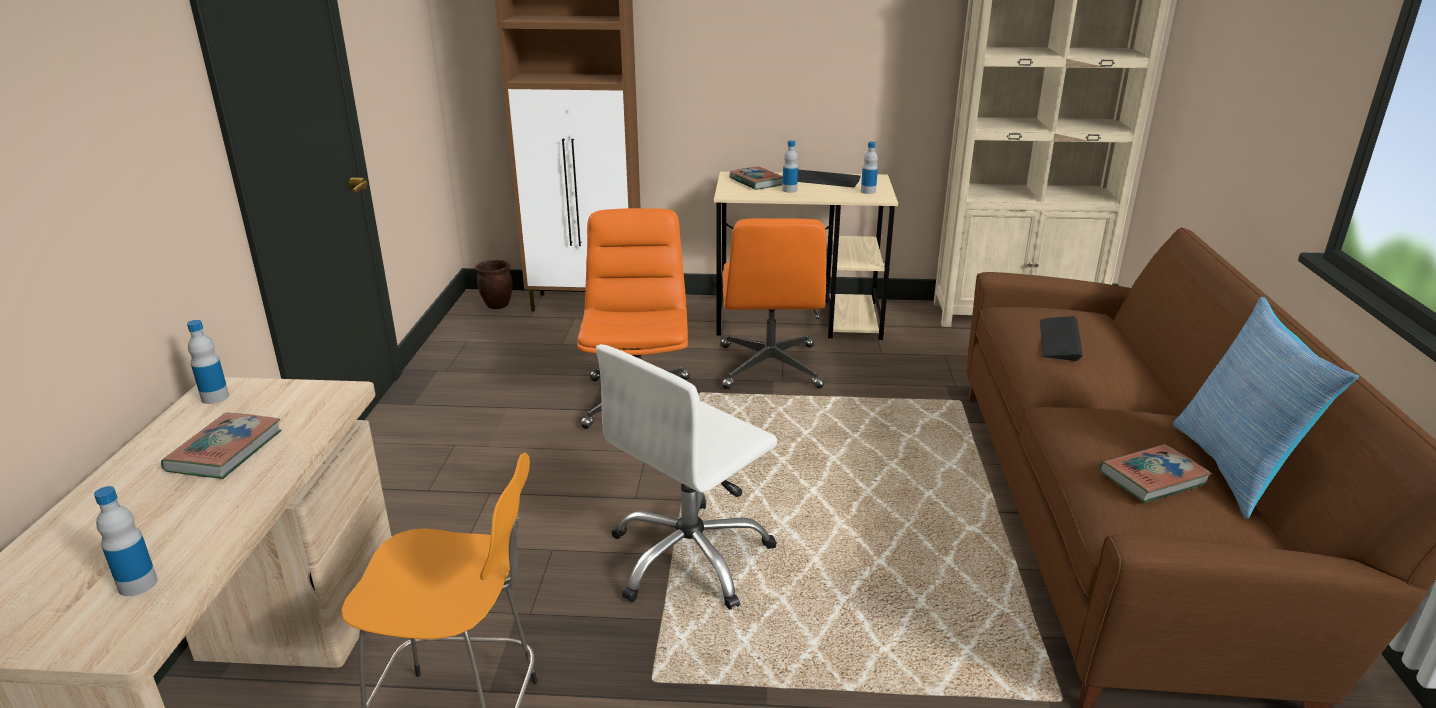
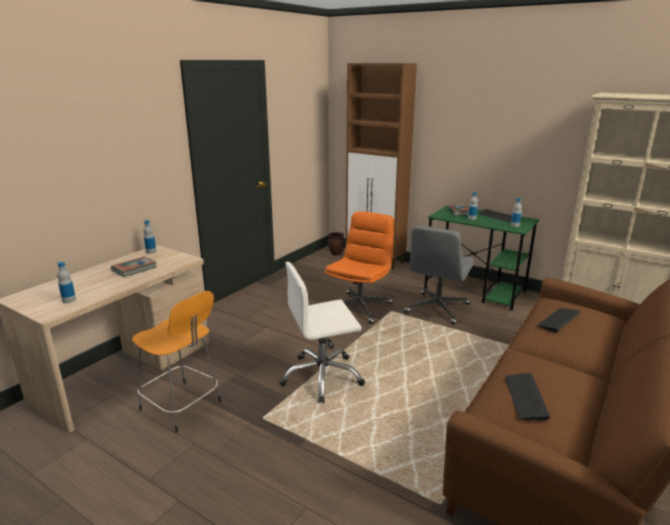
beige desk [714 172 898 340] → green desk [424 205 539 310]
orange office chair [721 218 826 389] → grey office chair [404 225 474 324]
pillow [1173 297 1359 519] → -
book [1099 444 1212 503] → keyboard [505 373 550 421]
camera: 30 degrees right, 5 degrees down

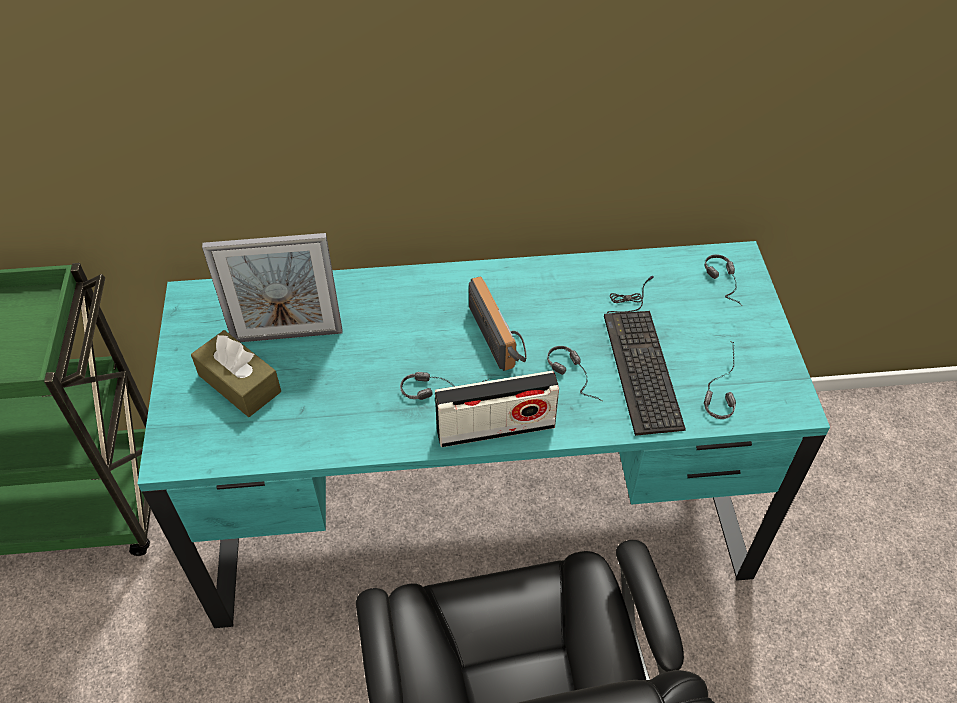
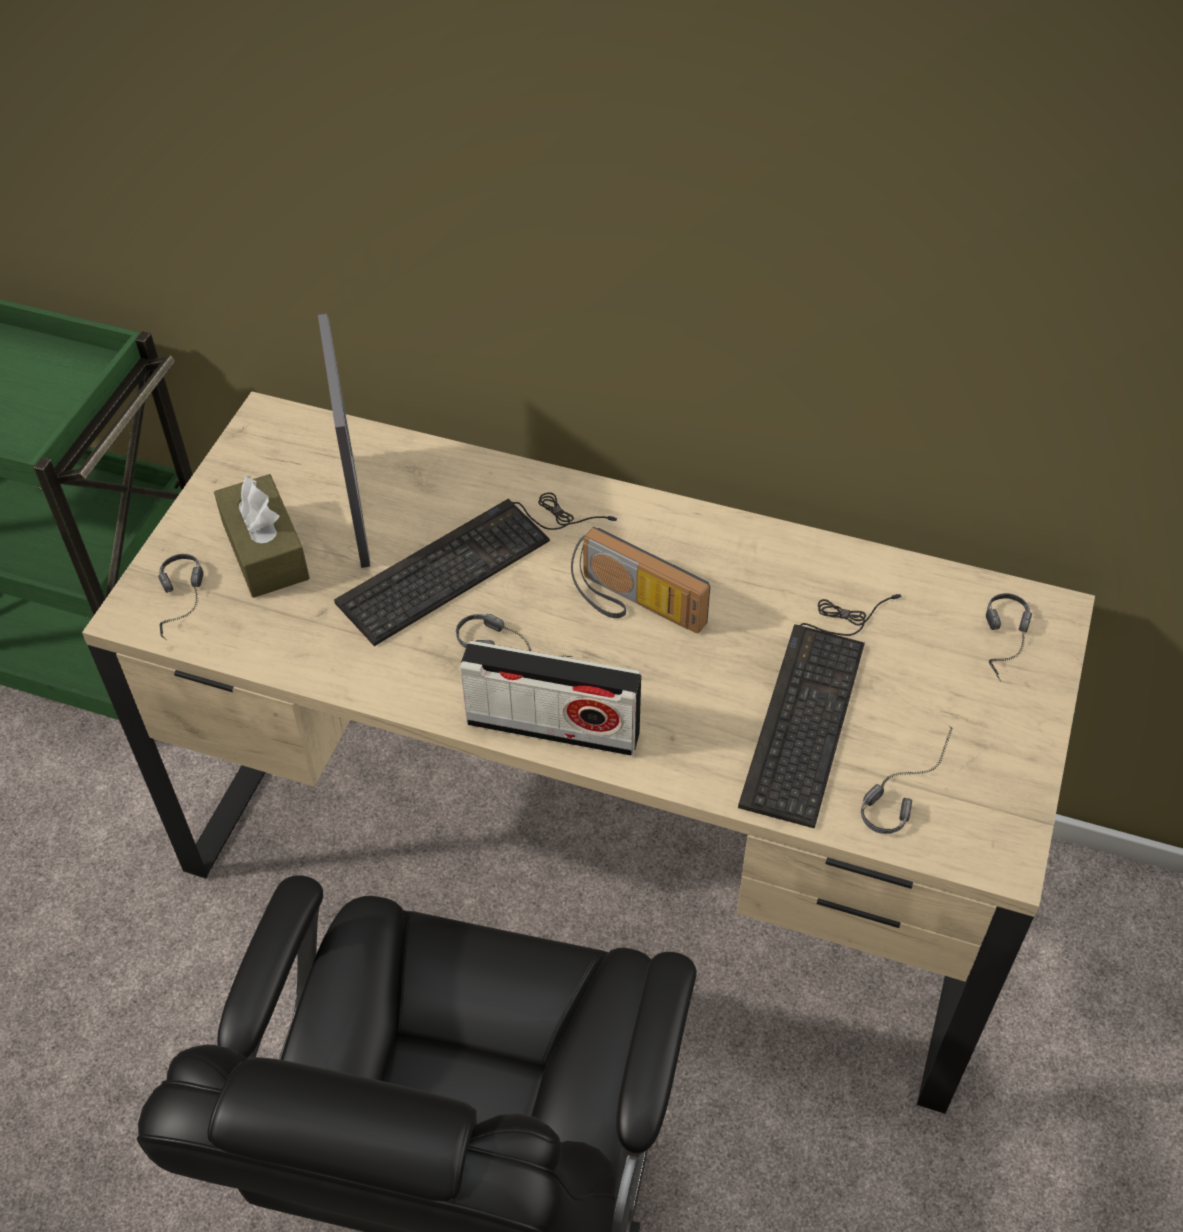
picture frame [202 233 343 342] → picture frame [318 314 370 568], 120 degrees counterclockwise
turquoise desk [137 241 830 628] → beige desk [82 391 1095 1114]
radio [469 277 527 371] → radio [571 527 710 633], 120 degrees clockwise
headphones [547 346 602 401] → headphones [158 554 203 640], move
- → keyboard [334 492 617 646]
camera: 25 degrees right, 0 degrees up

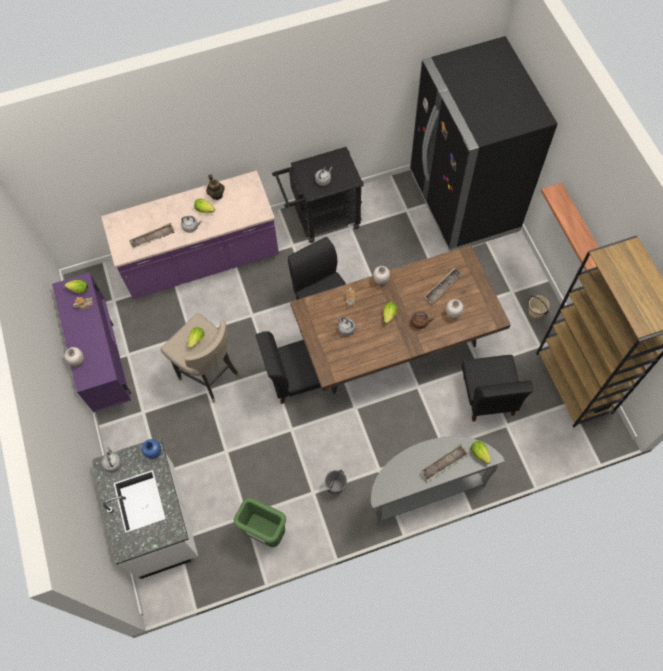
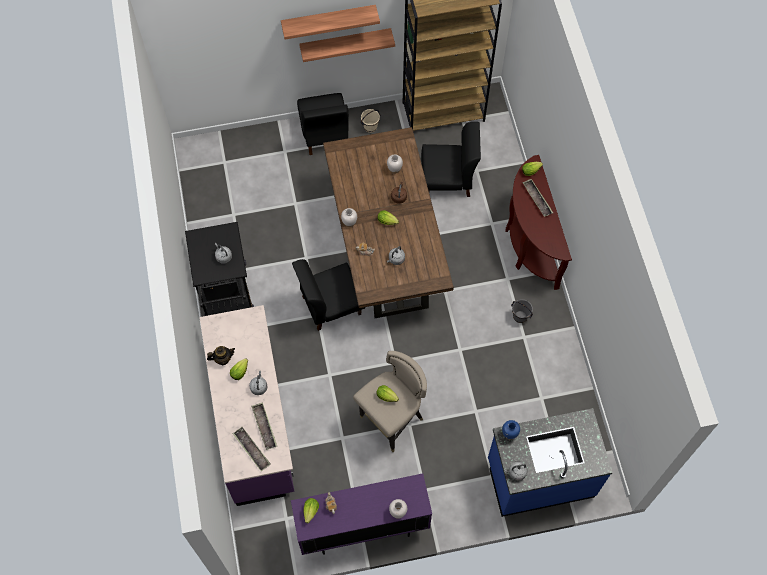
black fridge [410 36 558 252] → -
tray [425 268 463 304] → tray [233 427 271 471], move
black chair [255 331 326 404] → black chair [297 93 349 155], move
grey console table [370 436 505 526] → brown console table [506 155 572 290]
white counter [92 437 198 579] → blue counter [488 408 613 517]
green trash can [234 498 286 547] → -
- → shelf [281 5 380 40]
camera: 85 degrees left, 0 degrees up

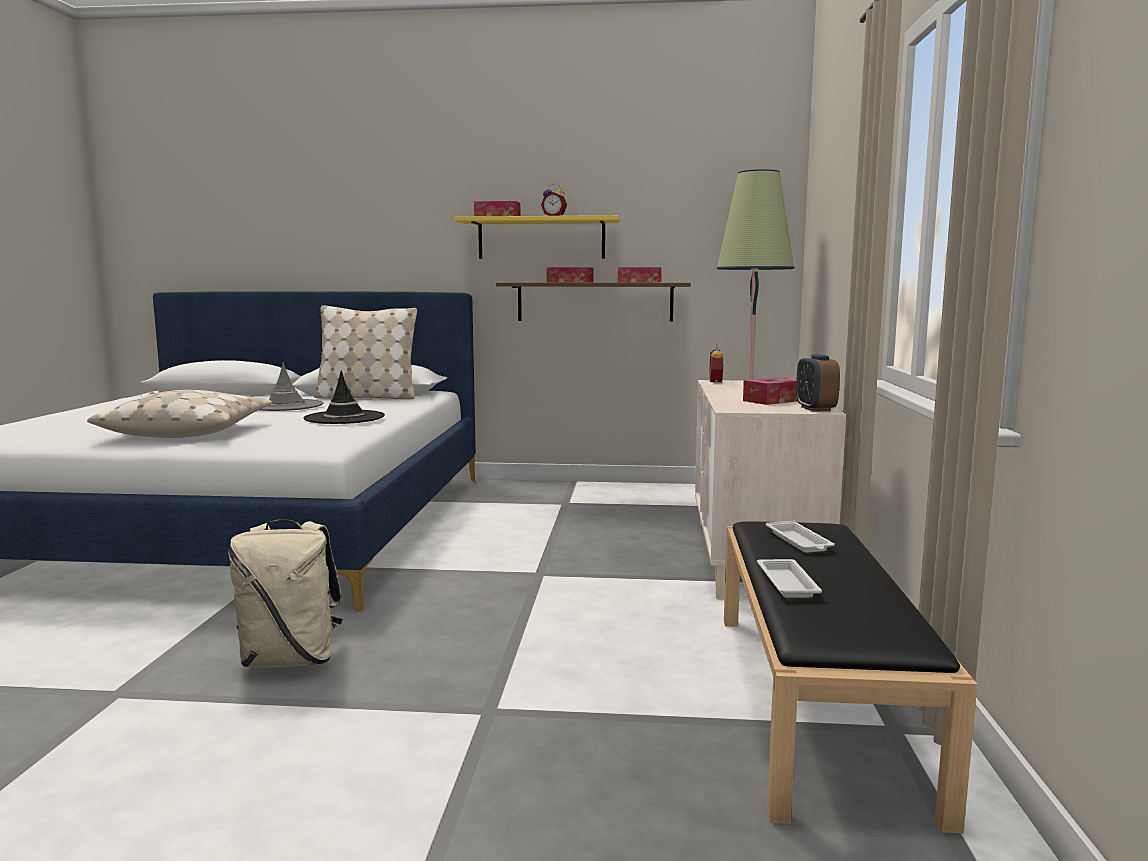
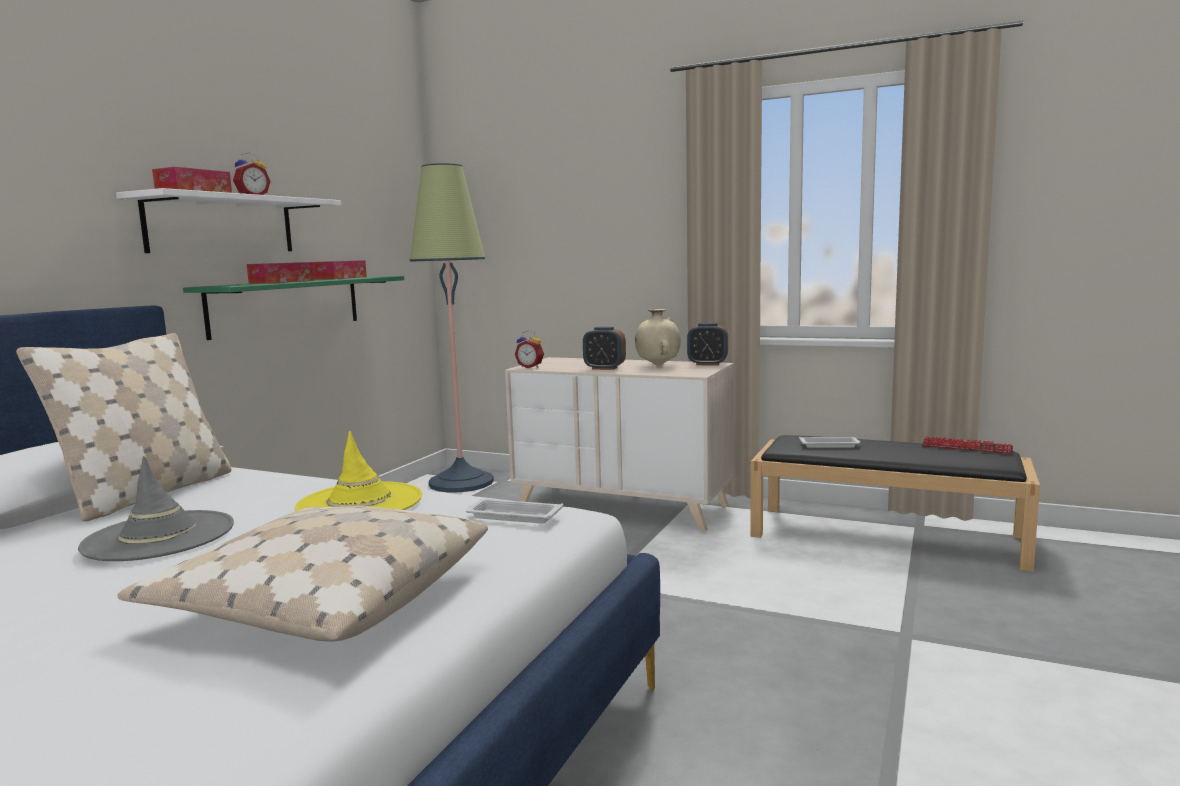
yellow shelf [455 215 620 259] → white shelf [116 188 341 253]
brown shelf [496 283 691 322] → green shelf [183 276 404 340]
black hat [304 371 385 424] → yellow hat [295 431 422 511]
tissue box [743 377 798 405] → beige vase [635 309 681 366]
beige backpack [229 519 343 668] → -
white tray [757 559 822 598] → white tray [466 499 563 523], move
- → alarm clock [583 327 626 370]
- → keyboard [922 436 1013 454]
camera: 70 degrees left, 0 degrees up

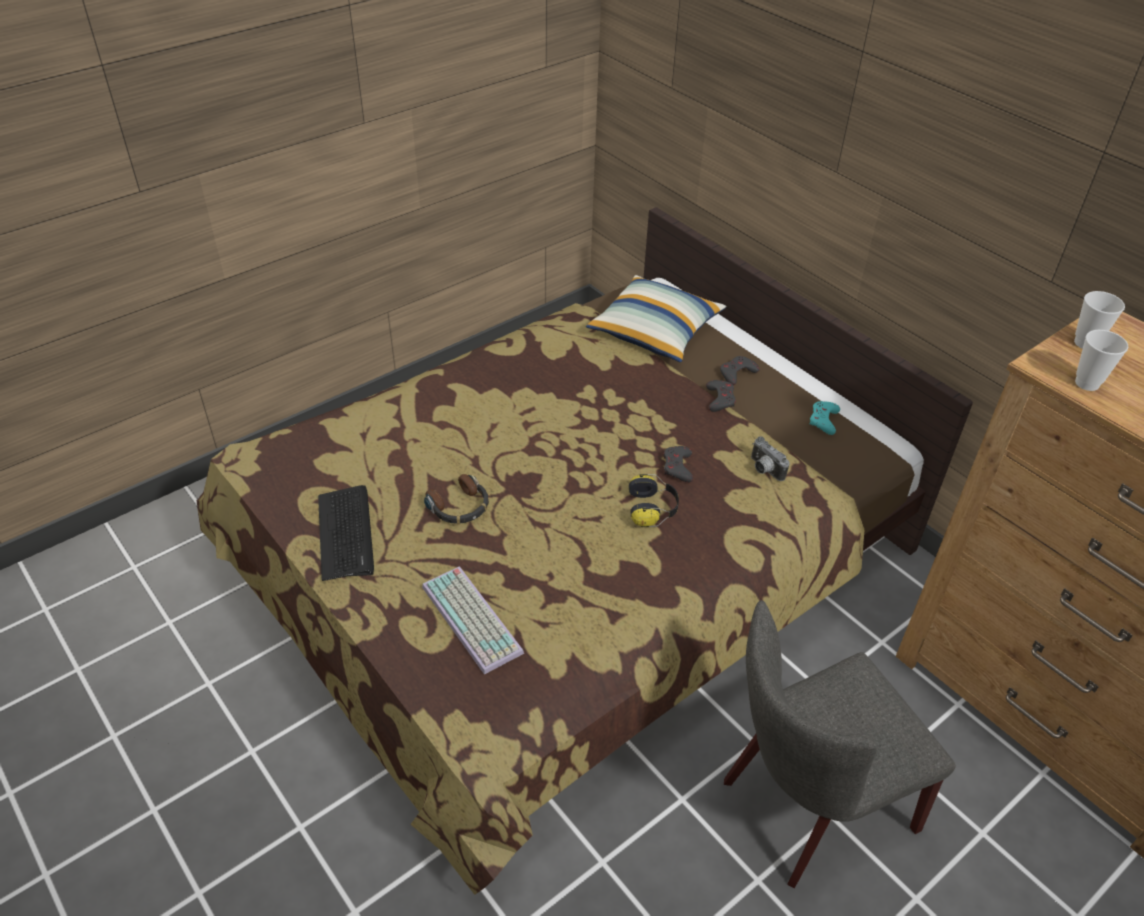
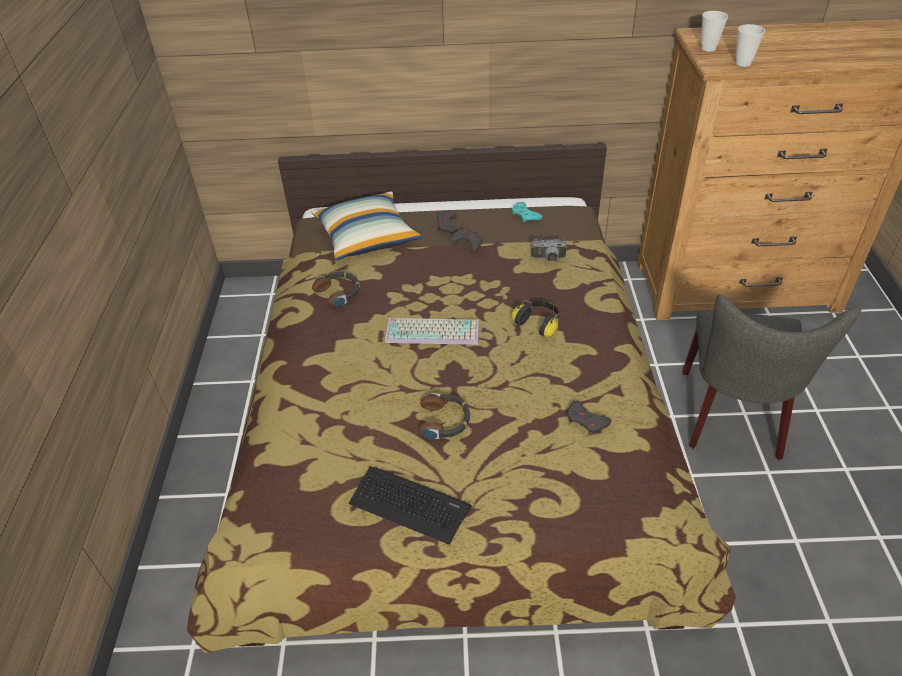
grey game controller [664 446 693 482] → grey game controller [567 401 611 434], move
keyboard [422 566 524 675] → keyboard [385 318 479 345], move
- → headphones [312 272 360 307]
camera: 50 degrees left, 0 degrees up

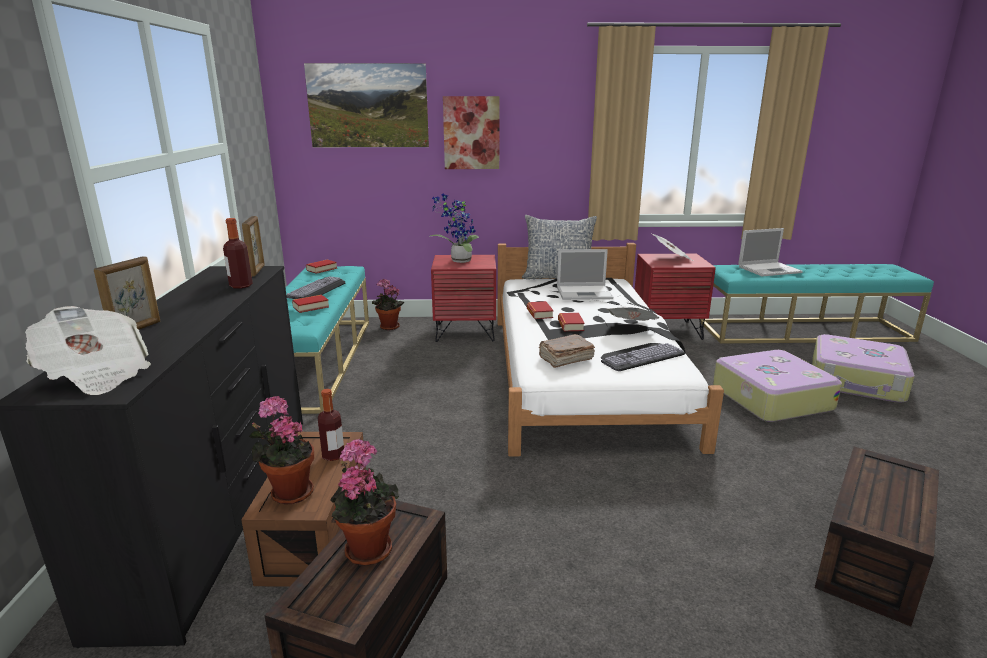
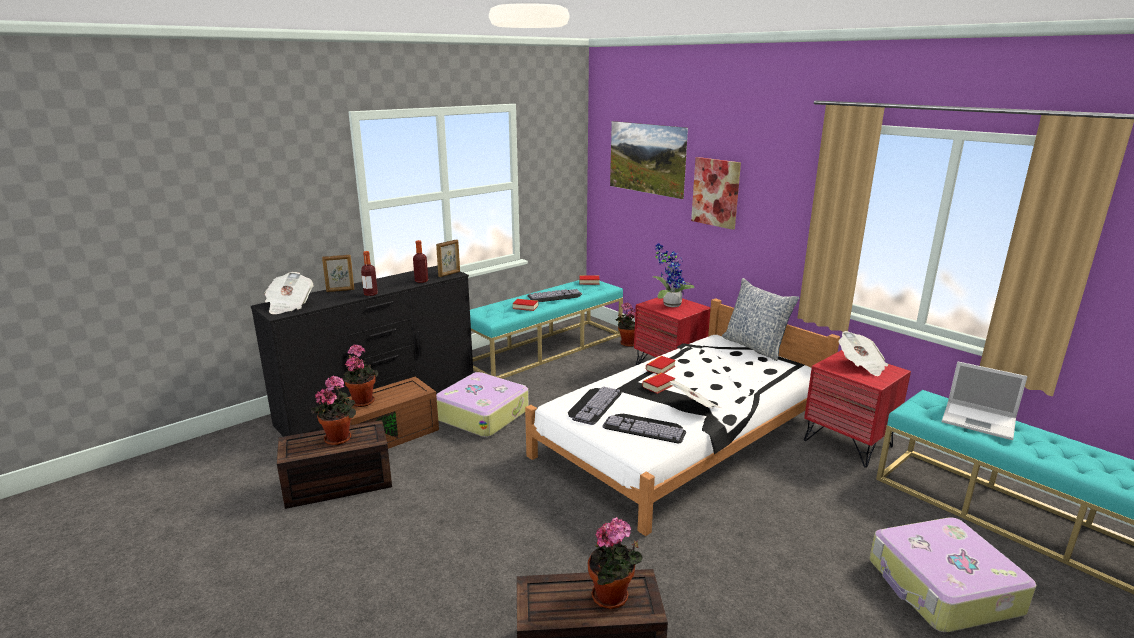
laptop [557 249 613 300] → -
brown book [539 334 595 368] → keyboard [568 386 622 425]
suitcase [713 350 842 422] → suitcase [436 372 529 437], move
bottle [318 389 344 461] → bottle [361 251 378 296], move
- → potted plant [588 517 643 609]
camera: 50 degrees right, 0 degrees up

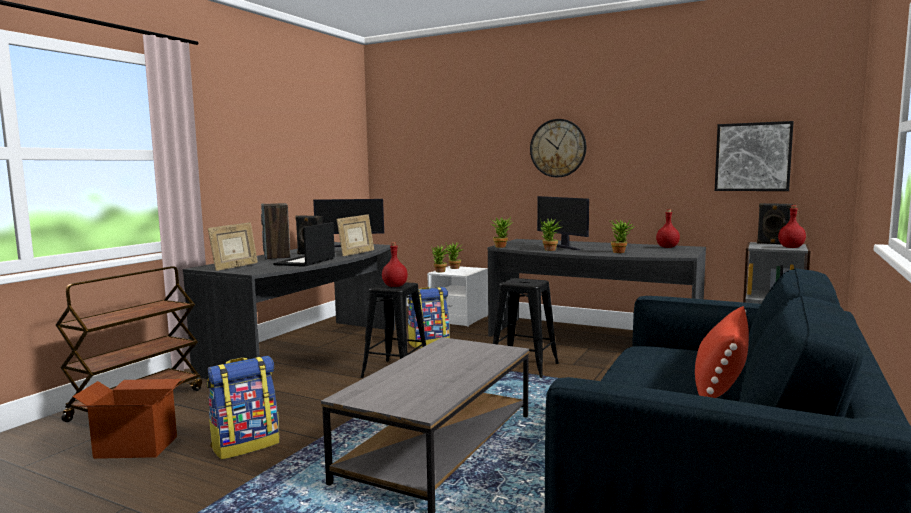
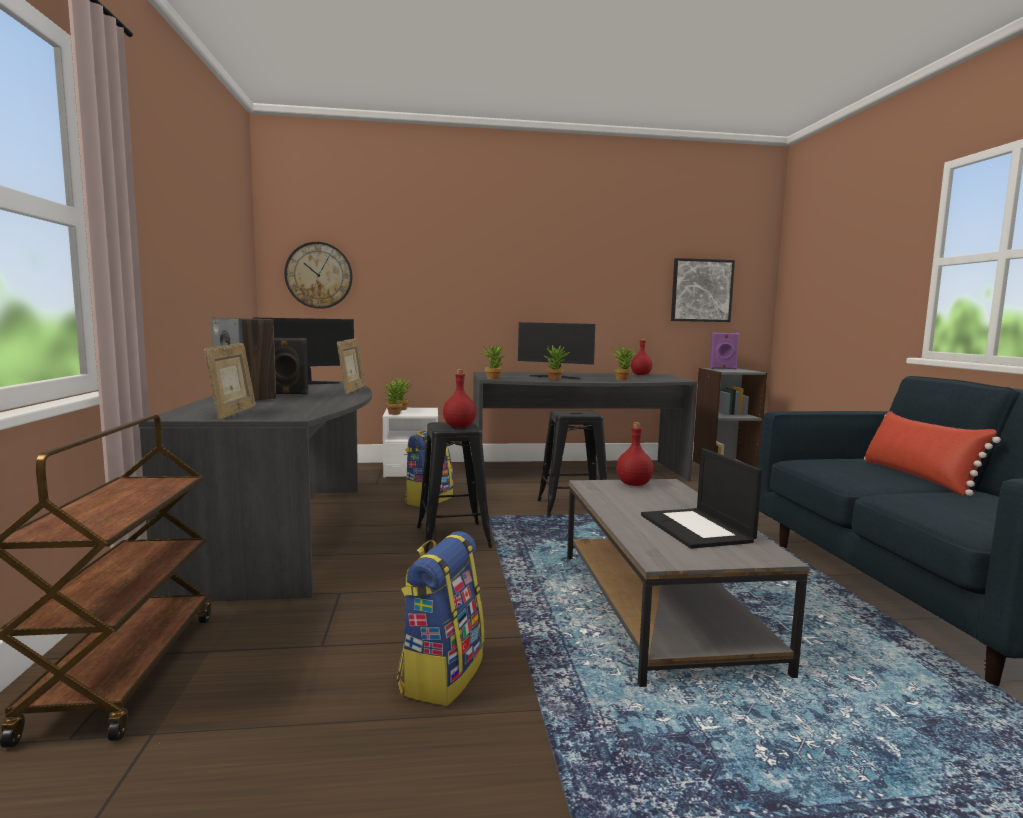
wall clock [530 119 587 177] → wall clock [284 242 352 309], move
black speaker [757 203 793 244] → purple speaker [709 332 740 369]
red bottle [778 205 806 248] → red bottle [616 422 654 486], move
laptop [273 222 335 267] → laptop [641 448 762 549], move
cardboard box [72 379 183 459] → -
camera: 35 degrees left, 0 degrees up

